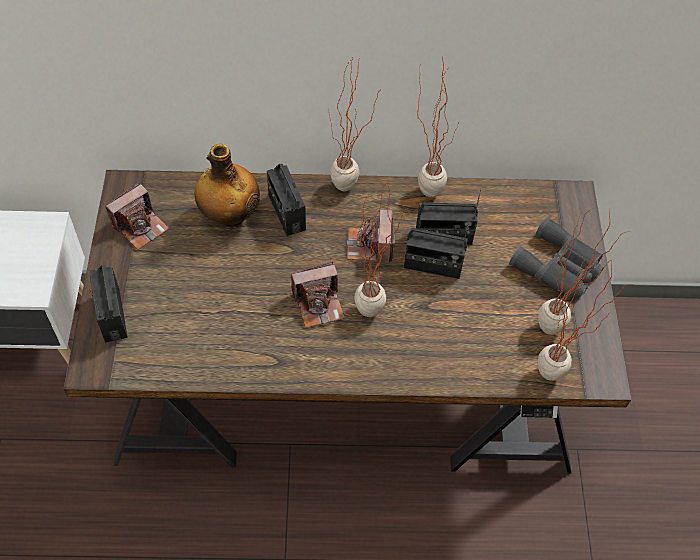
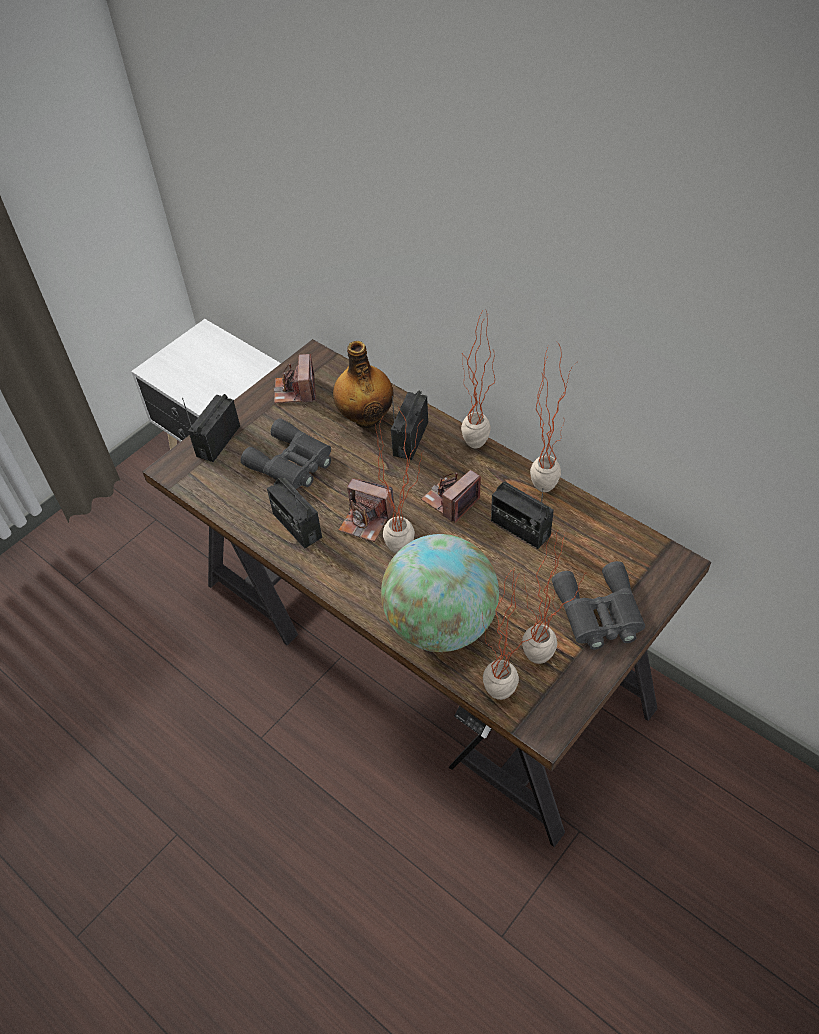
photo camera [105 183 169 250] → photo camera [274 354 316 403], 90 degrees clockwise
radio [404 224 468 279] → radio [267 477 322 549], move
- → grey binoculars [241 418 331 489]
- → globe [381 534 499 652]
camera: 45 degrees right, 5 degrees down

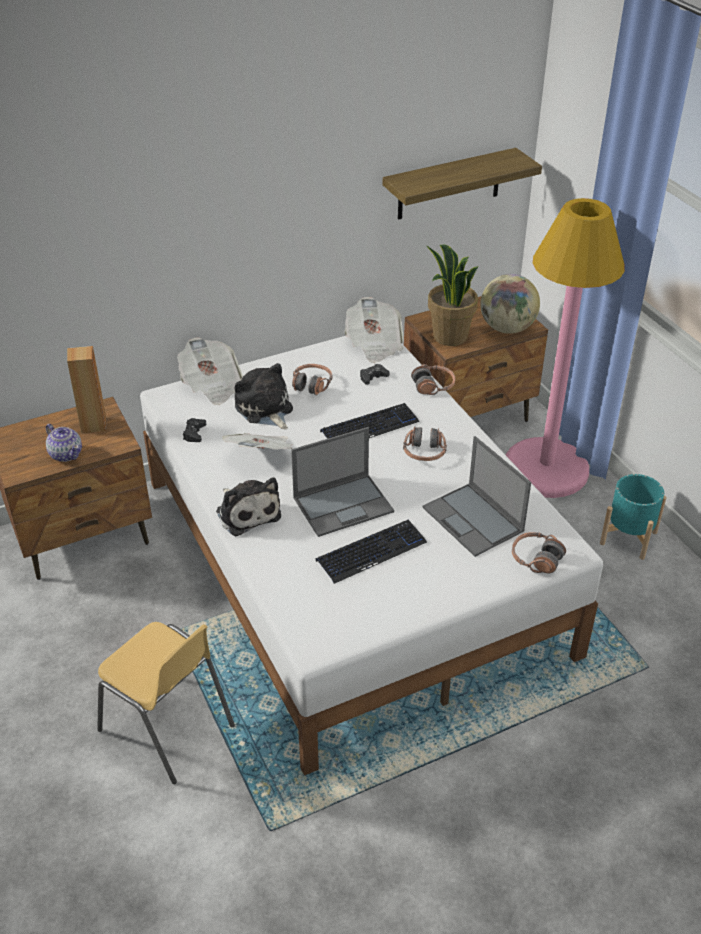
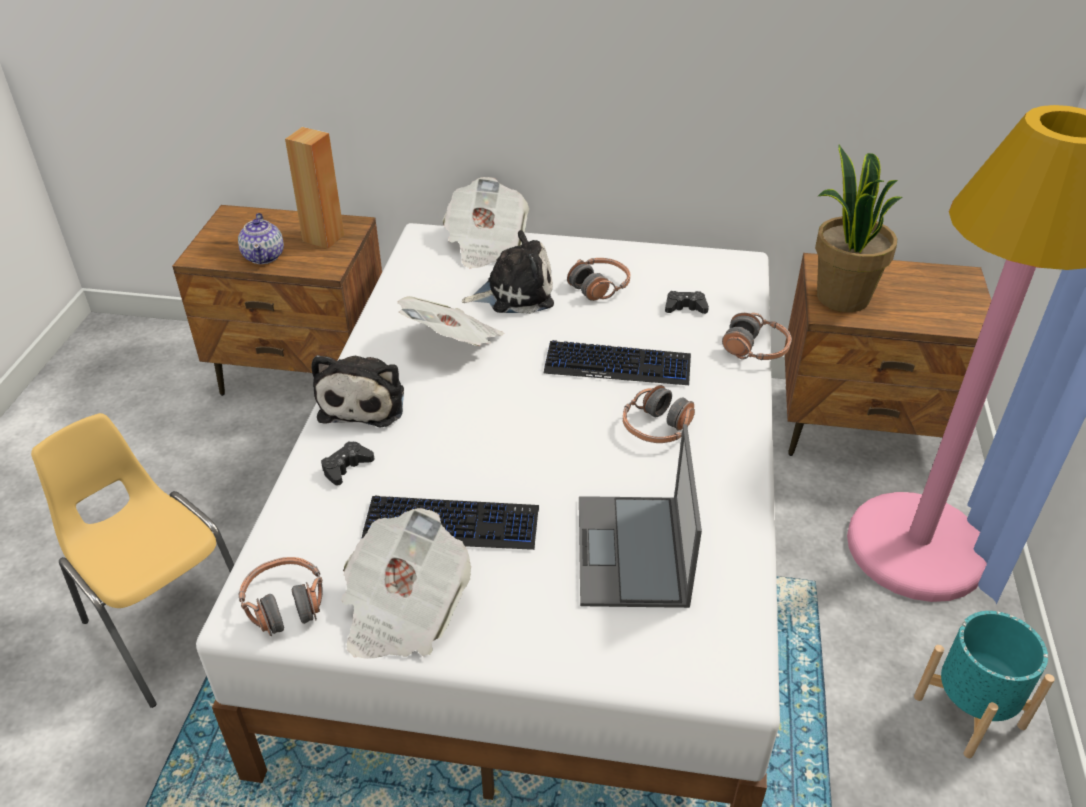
shelf [383 148 542 220] → -
globe [480 274 540 334] → -
newspaper [344 297 404 363] → newspaper [341 508 471 659], move
plush toy [234 363 293 430] → plush toy [461 230 554 314], 75 degrees clockwise
black game controller [183 418 207 442] → black game controller [321 441 374 485], move
laptop [291 427 394 537] → -
headphones [512 532 566 573] → headphones [239 557 323 636], move
yellow chair [97 622 235 784] → yellow chair [31 413 234 708], 150 degrees clockwise
camera: 35 degrees right, 0 degrees up

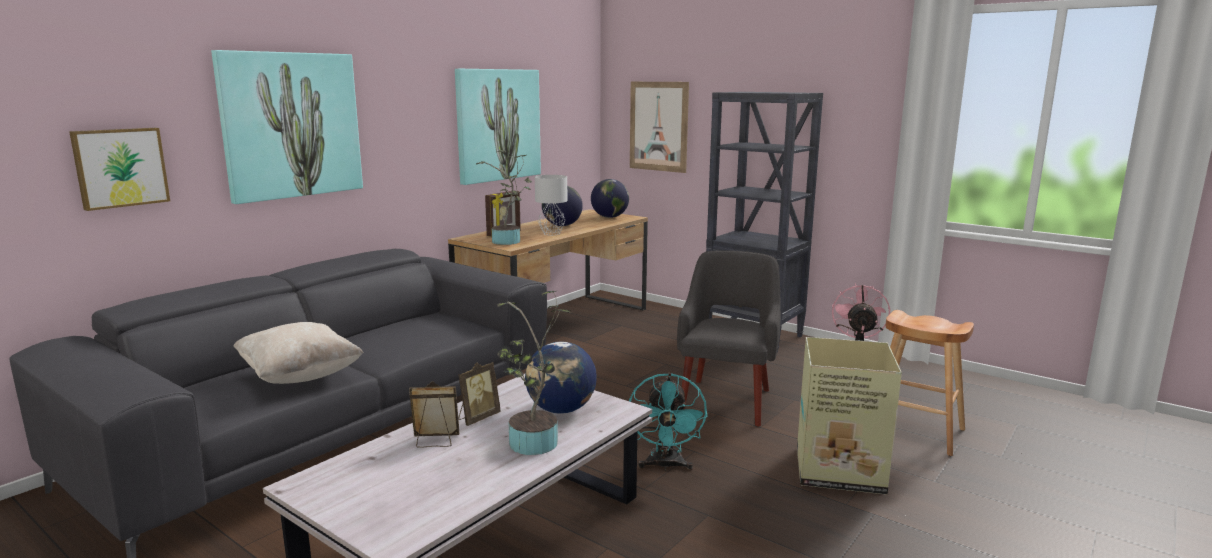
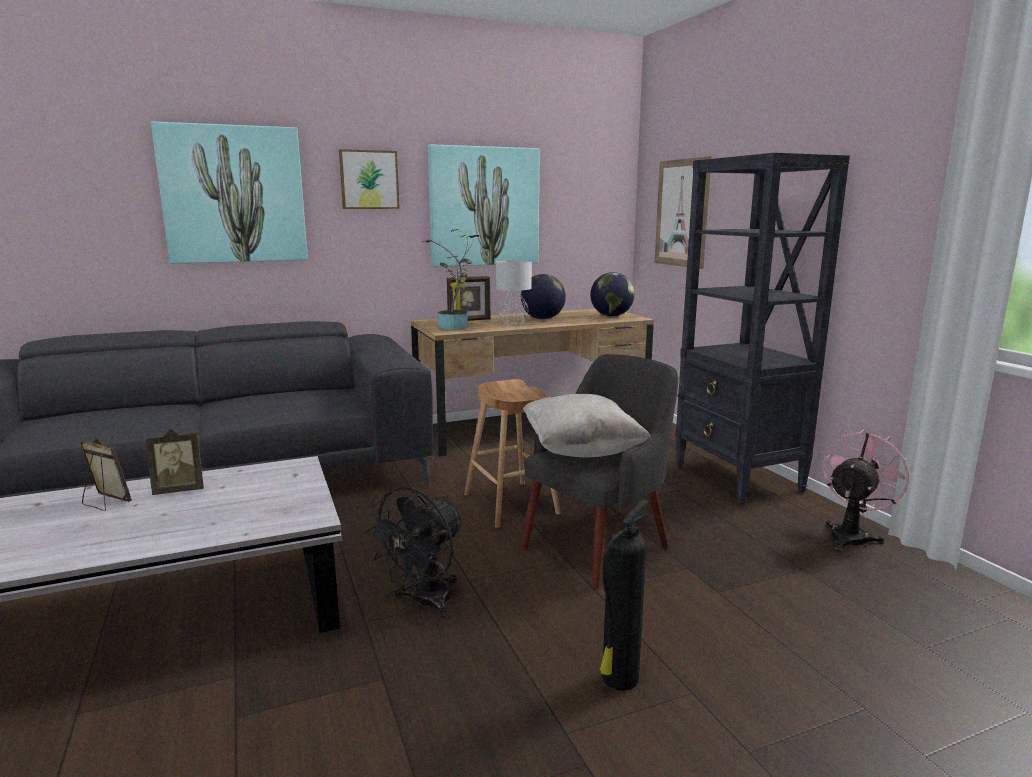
picture [69 128 170 211] → picture [339 149 400 209], move
potted plant [497 291 571 455] → -
brown stool [886 310 974 456] → brown stool [464 379 561 528], move
beige pillow [233 322 364 384] → beige pillow [523 394 651 458], move
cardboard box [797 337 902 495] → fire extinguisher [599 500 649 691]
globe [525 342 597 414] → -
turquoise fan [629 373 708 471] → black fan [364 487 464 617]
camera: 30 degrees right, 0 degrees up

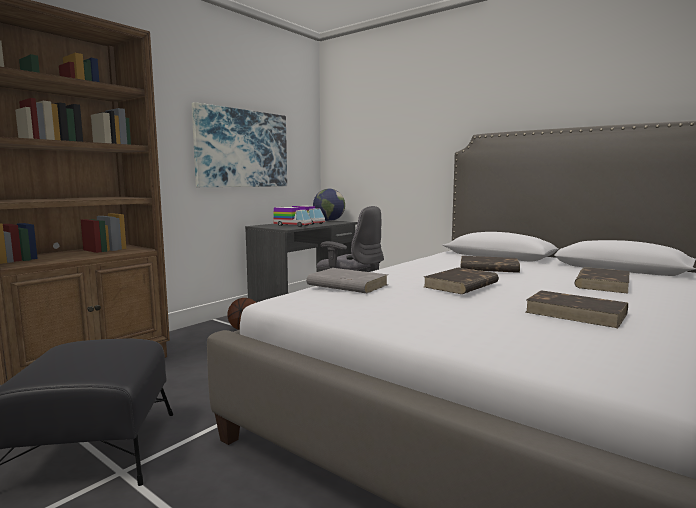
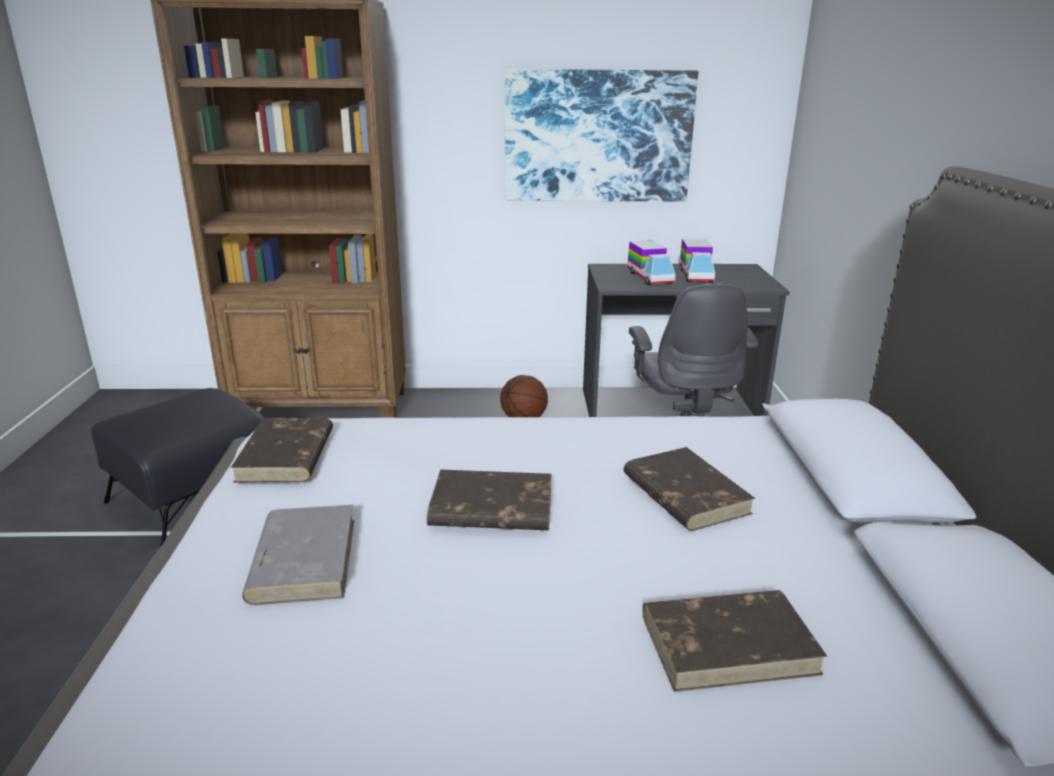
globe [313 189 345 221] → -
grey book [306 268 388 293] → grey book [242 505 354 605], move
brown book [525 290 628 328] → brown book [231 418 333 483], move
camera: 50 degrees right, 15 degrees up

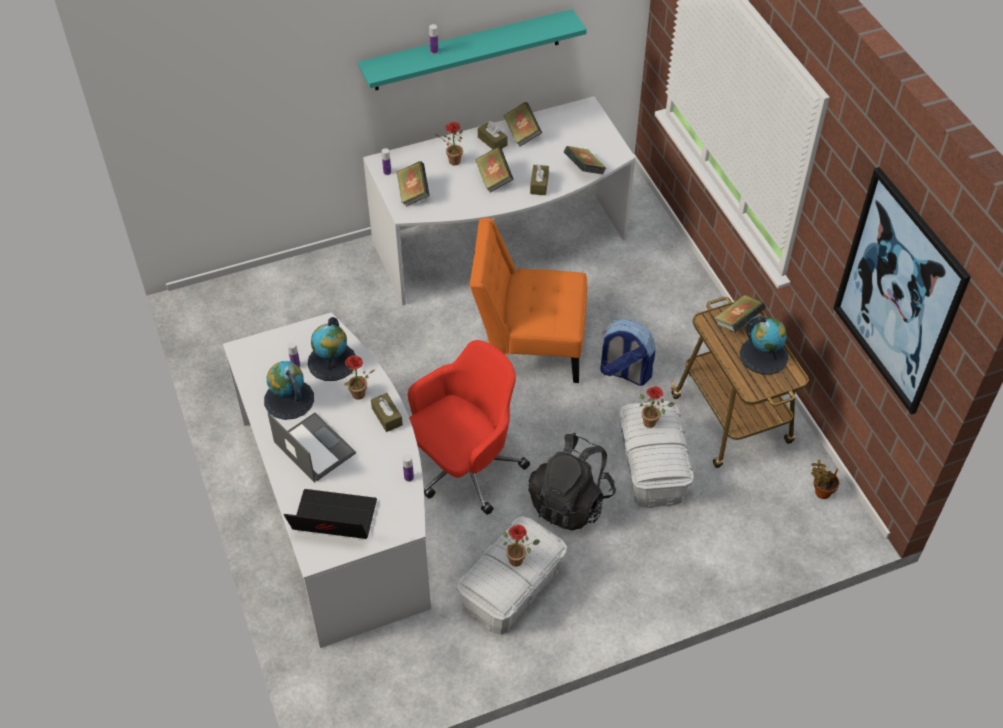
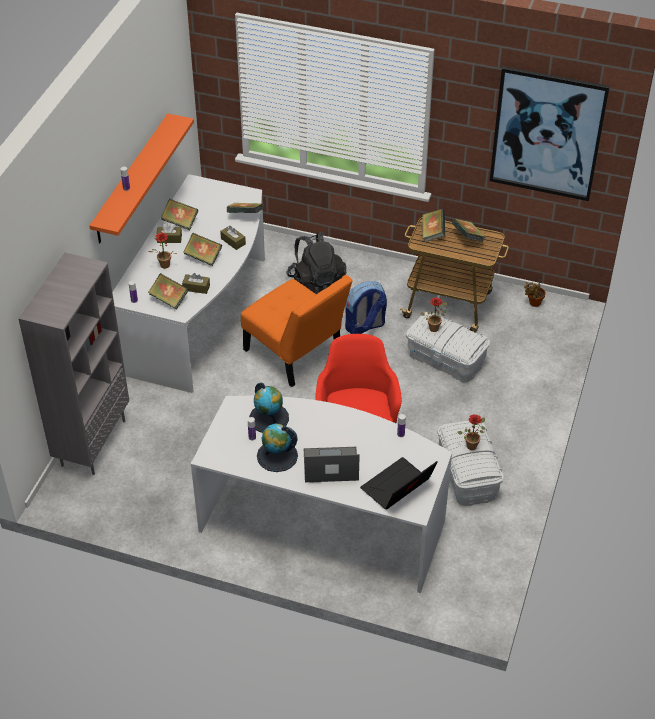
turquoise shelf [358 9 587 90] → orange shelf [89 113 194 243]
orange chair [470 218 587 383] → orange chair [241 275 353 387], 90 degrees counterclockwise
globe [740 316 788 375] → book [452 219 485 242]
potted plant [345 355 376 400] → -
brown tissue box [371 393 403 432] → brown tissue box [182 273 210 294], move
black backpack [528 433 616 531] → black backpack [286 232 347 294], move
- → grey bookcase [18 253 129 475]
camera: 50 degrees left, 5 degrees down

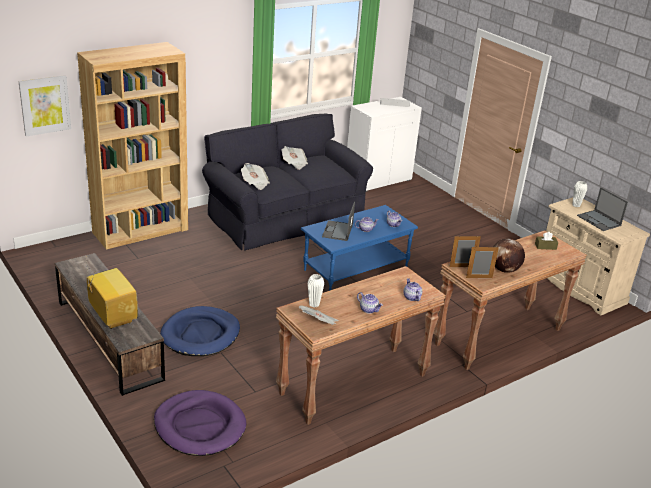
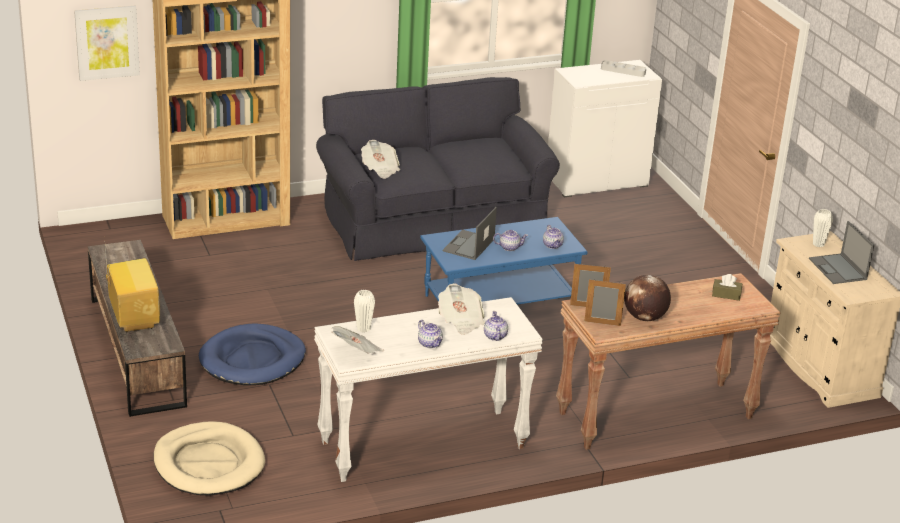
newspaper [281 146 308 170] → newspaper [438 284 485 335], move
brown console table [276 266 446 425] → white console table [314 297 543 482]
purple dog bed [154 390 246 456] → beige dog bed [154 421 265 496]
camera: 15 degrees right, 0 degrees up

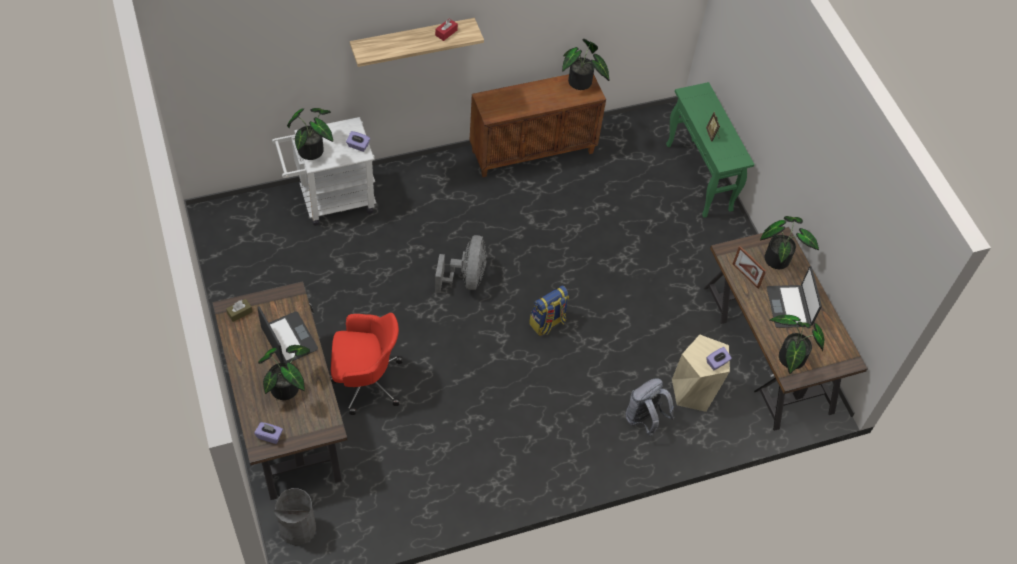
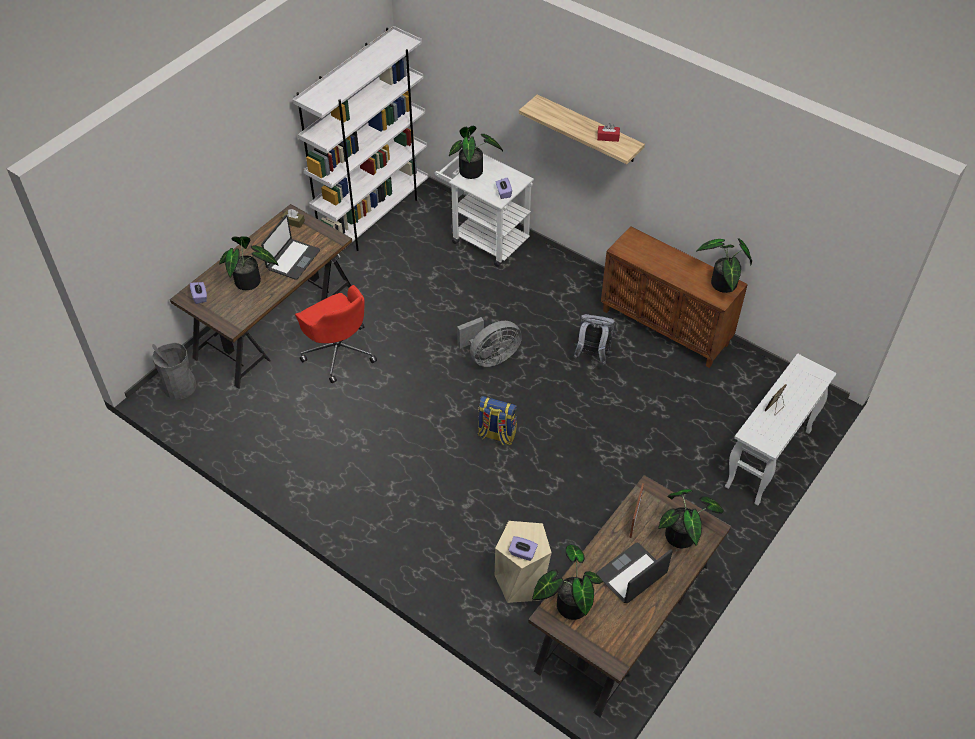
green console table [666 82 755 218] → white console table [725 354 837 506]
grey backpack [626 378 674 436] → grey backpack [574 314 615 365], move
- → white bookcase [292 26 429 253]
camera: 60 degrees right, 5 degrees down

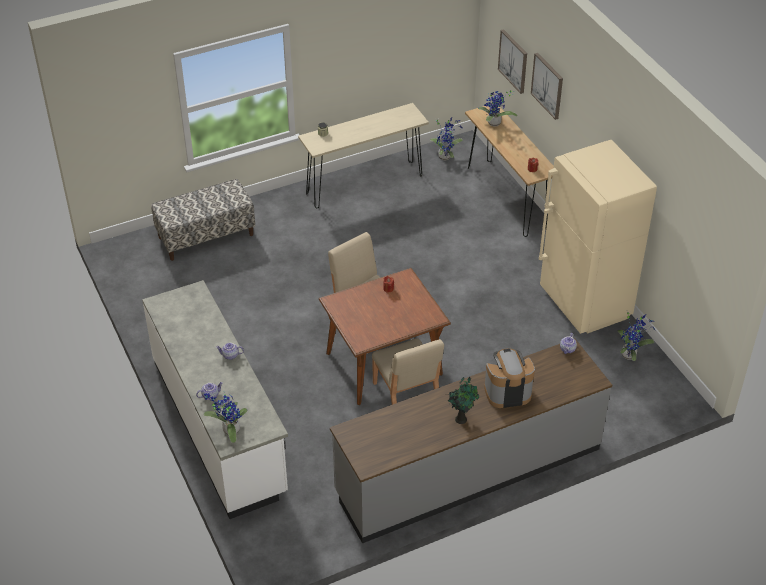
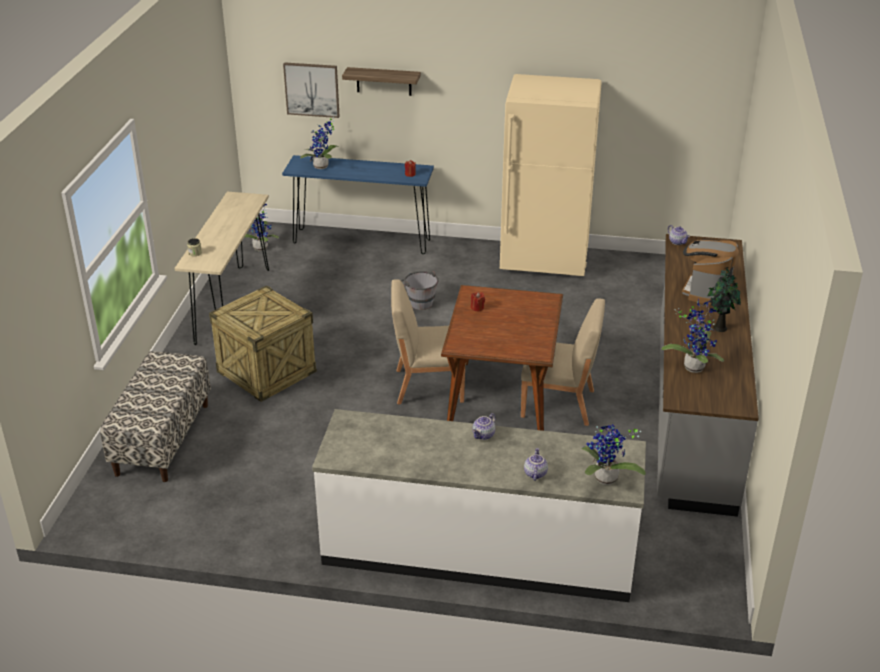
picture [531 53 563 120] → shelf [342 67 421 96]
brown console table [465 106 554 237] → blue console table [282 155 434 254]
potted plant [617 312 655 361] → potted plant [662 299 724 373], move
- → grey bucket [401 271 439 310]
- → crate [209 285 317 402]
camera: 55 degrees left, 10 degrees down

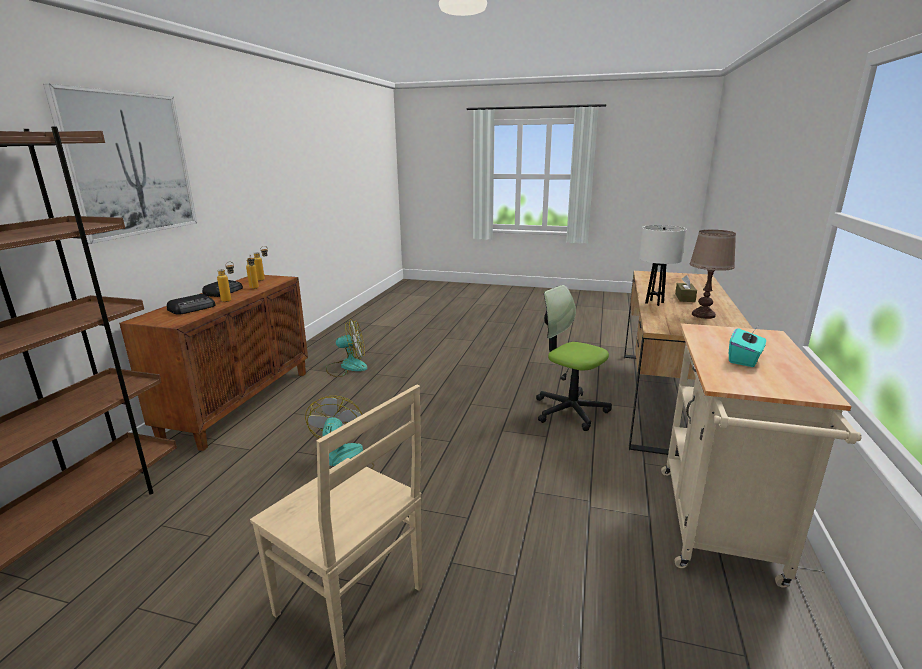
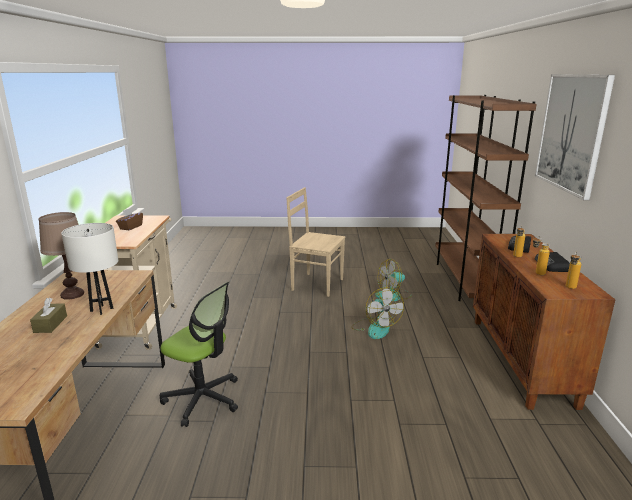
fan [326 319 368 377] → fan [375 259 412 301], move
turquoise tissue box [729 326 766 367] → brown tissue box [116 208 143 230]
camera: 165 degrees right, 0 degrees up

